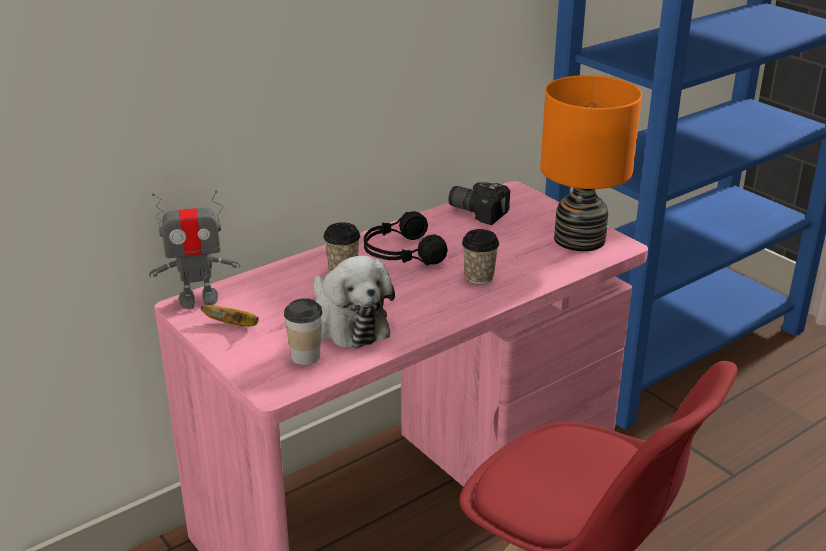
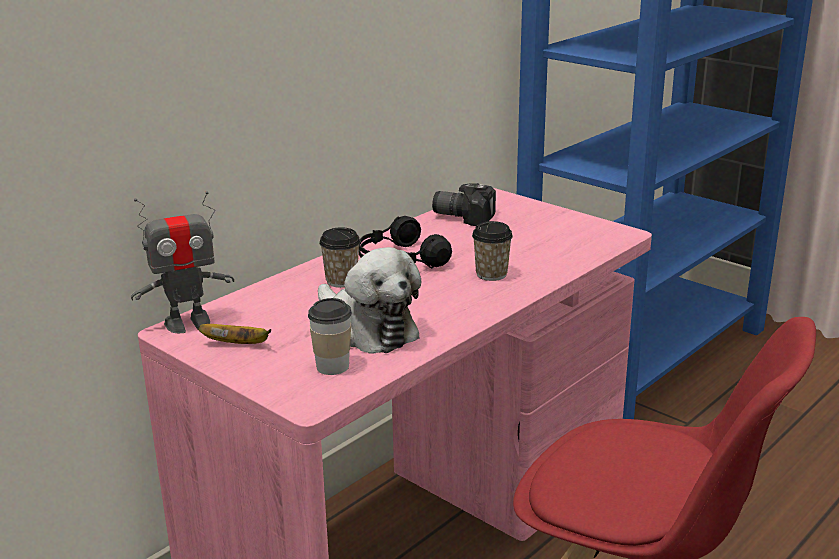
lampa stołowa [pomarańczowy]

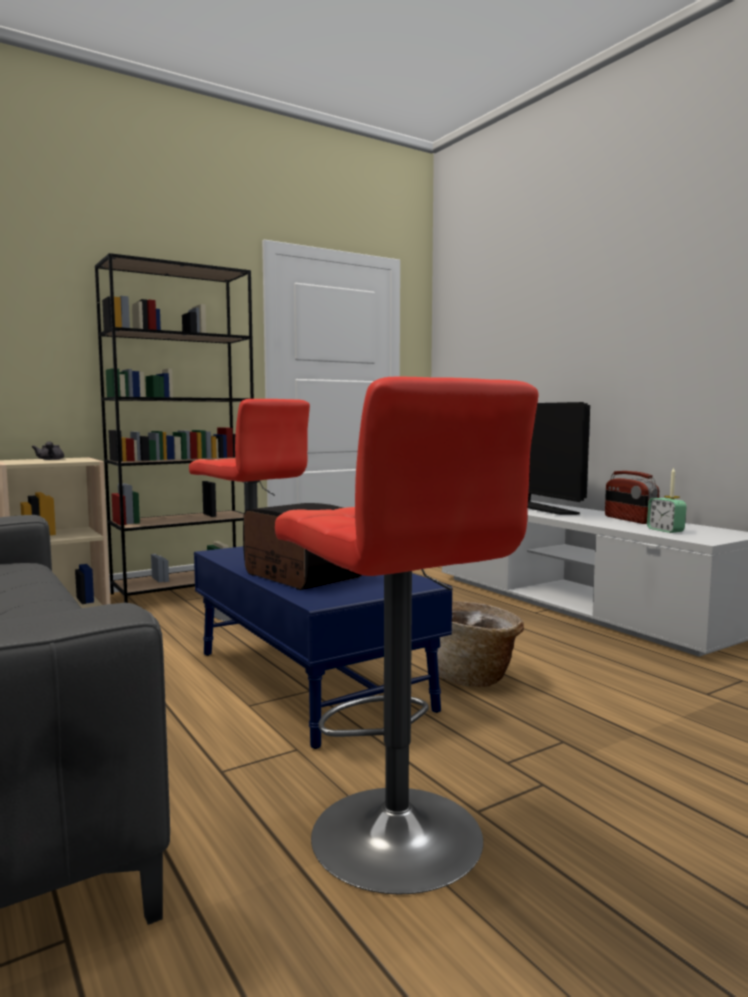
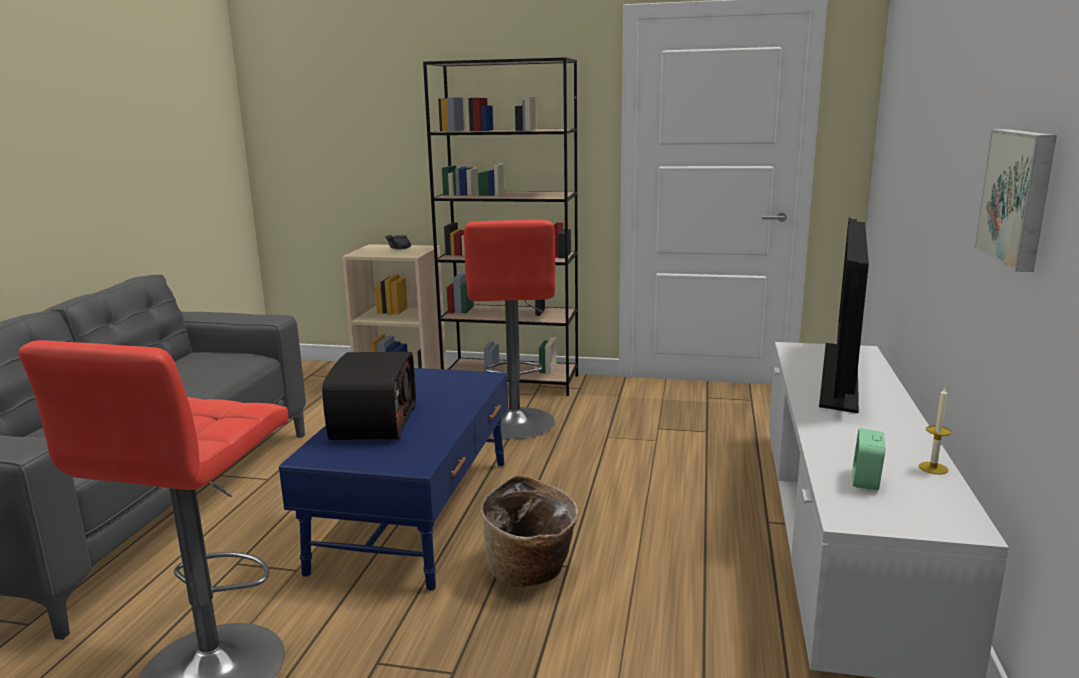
obraz; radio (no. 2 from left in the first image)

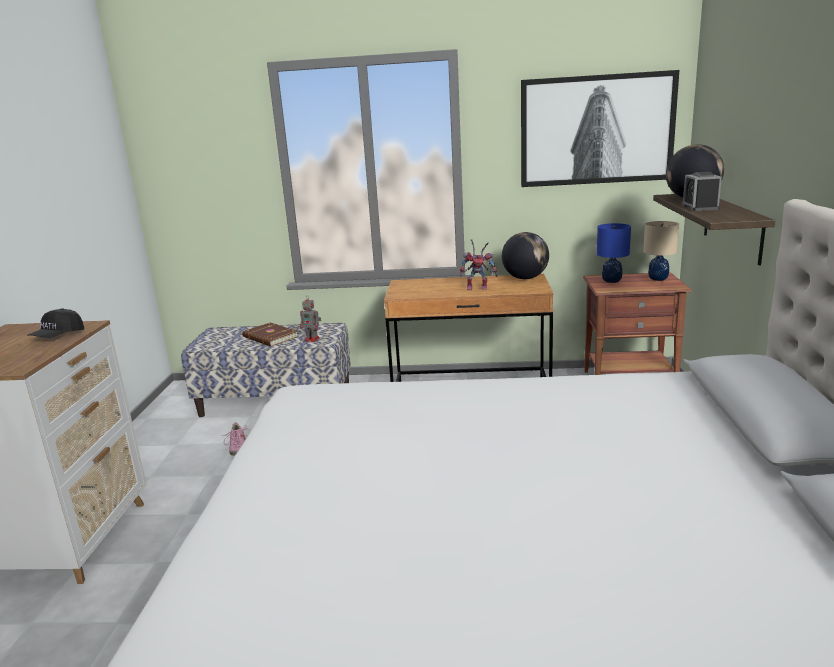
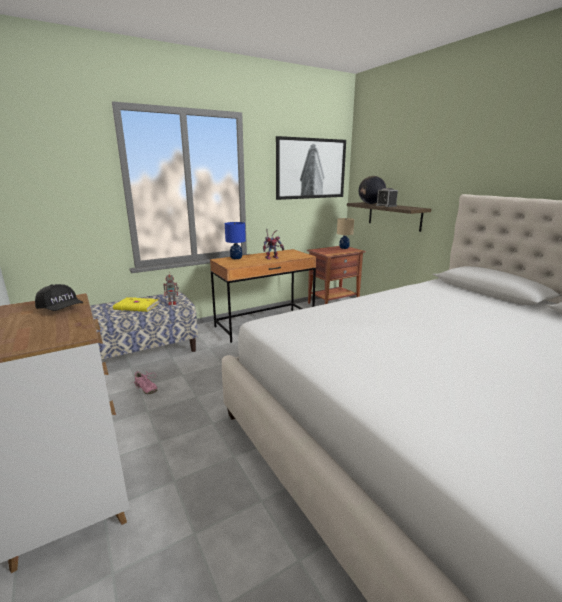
czapka z daszkiem [czarny]; książka [żółty]; lampa stołowa [niebieski]; globus (no. 1 from left in the first image)

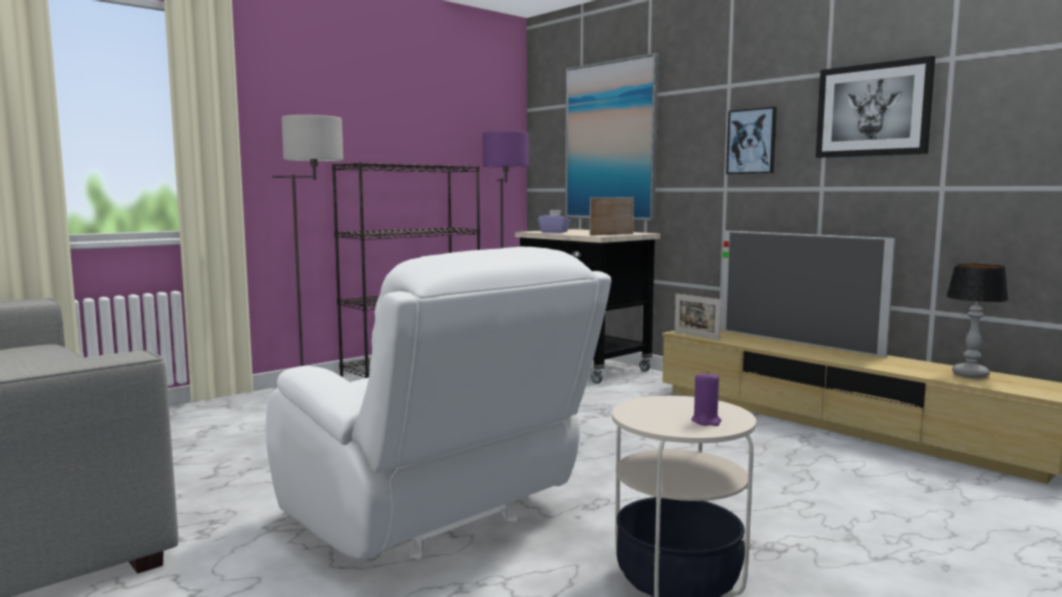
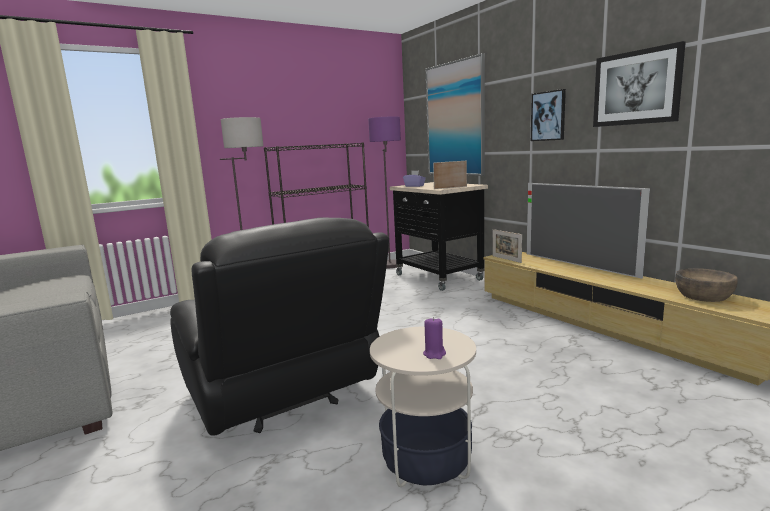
fotel [czarny]; miska [brązowy]

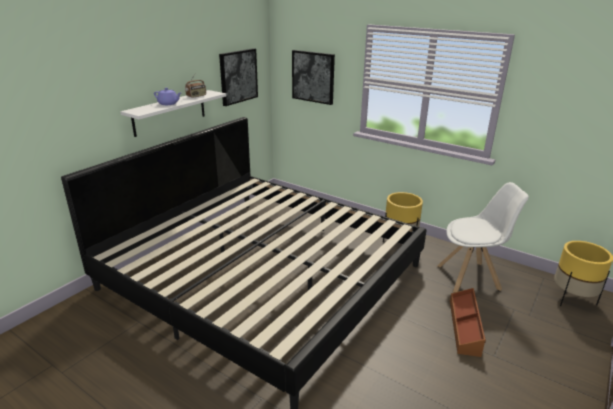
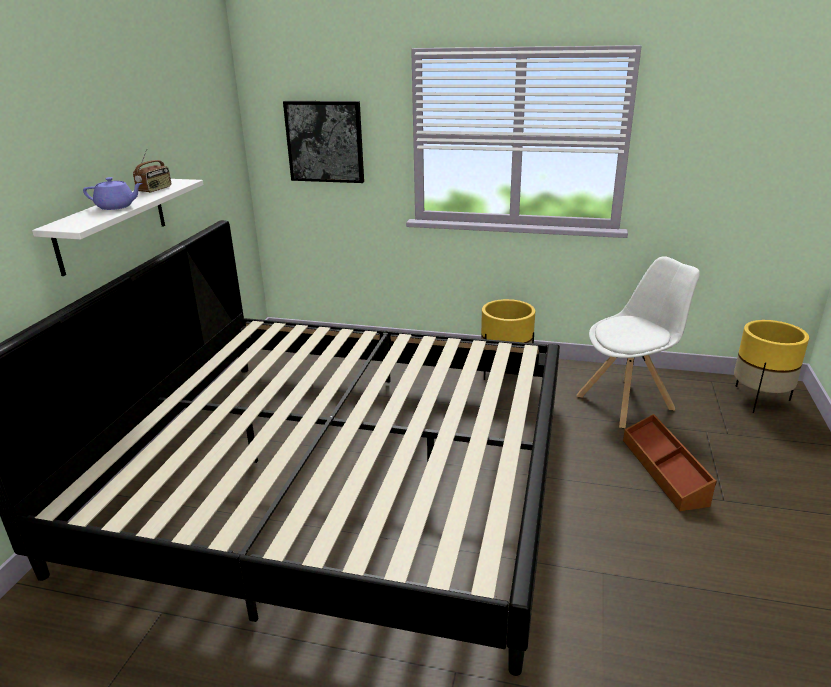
obraz (no. 1 from left in the first image)

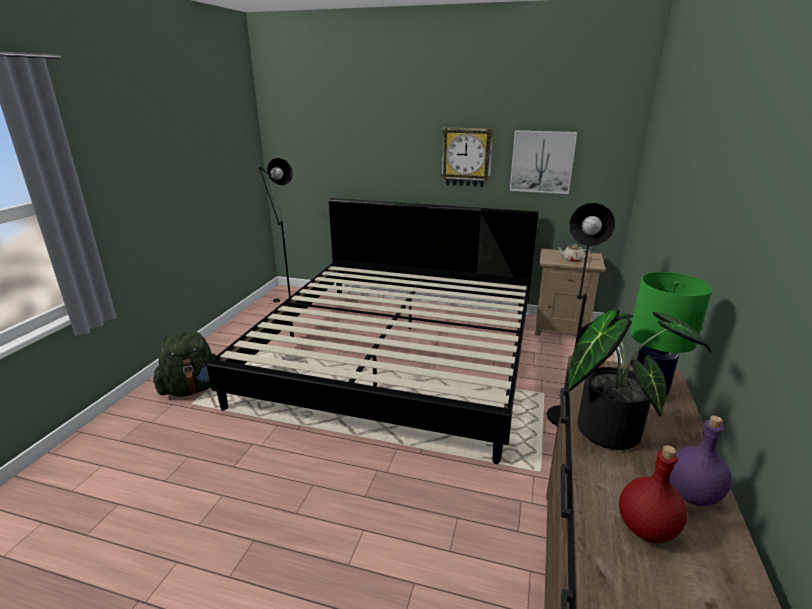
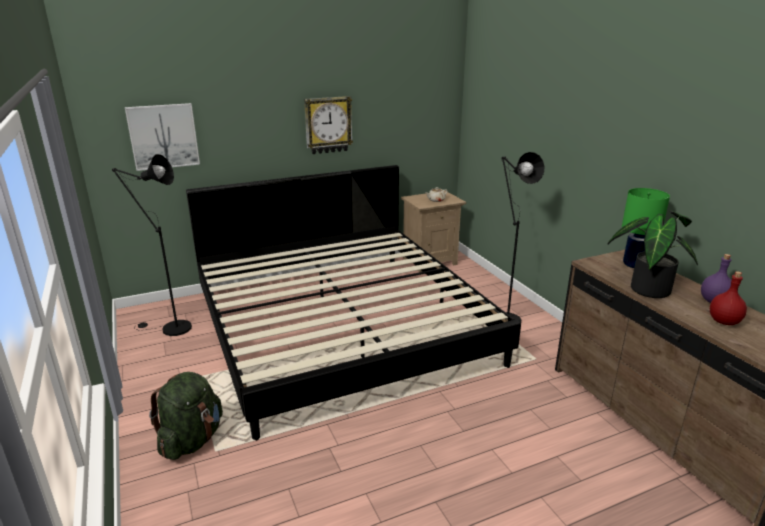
obraz

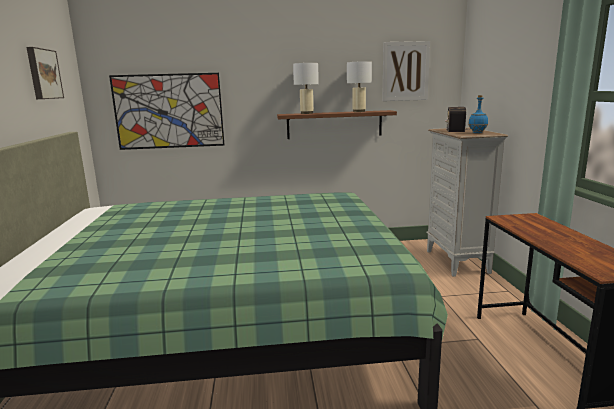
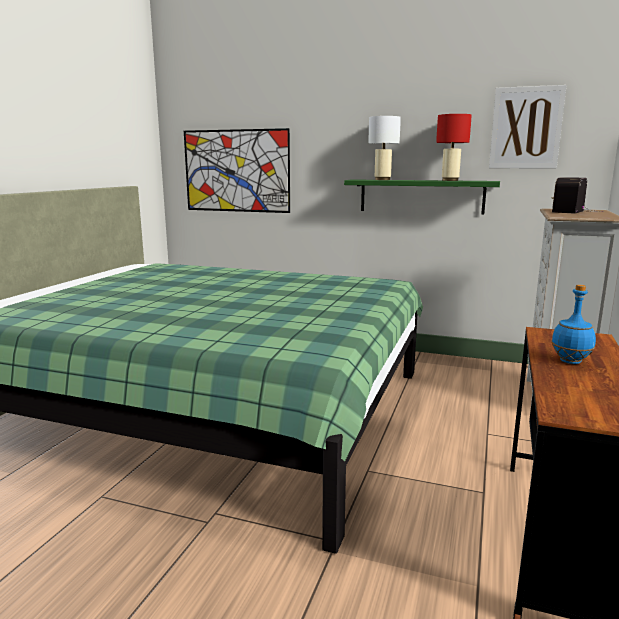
półka [zielony]; lampa stołowa [czerwony]; butelka [niebieski]; obraz (no. 1 from left in the first image)

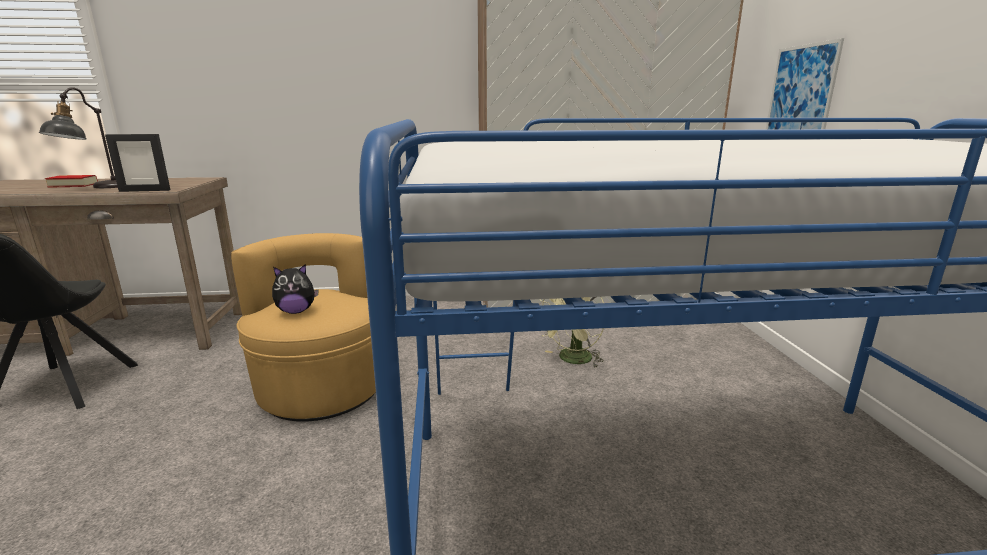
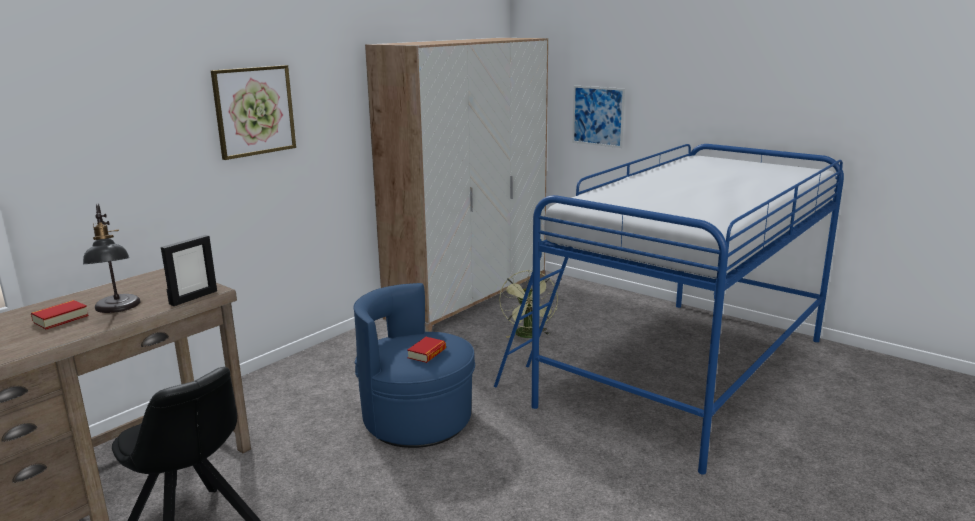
obraz (no. 1 from left); fotel [niebieski]; książka (no. 2 from left)

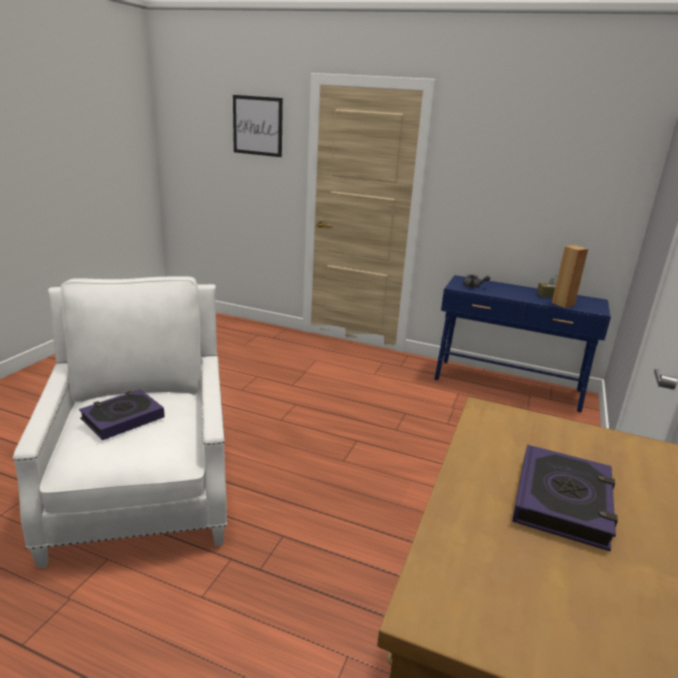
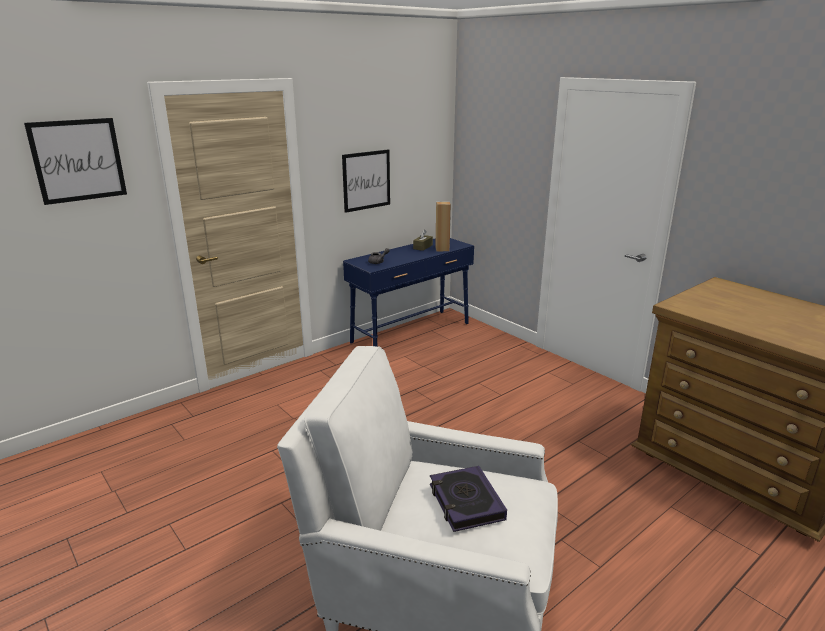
obraz (no. 2 from left); książka (no. 2 from left in the first image)

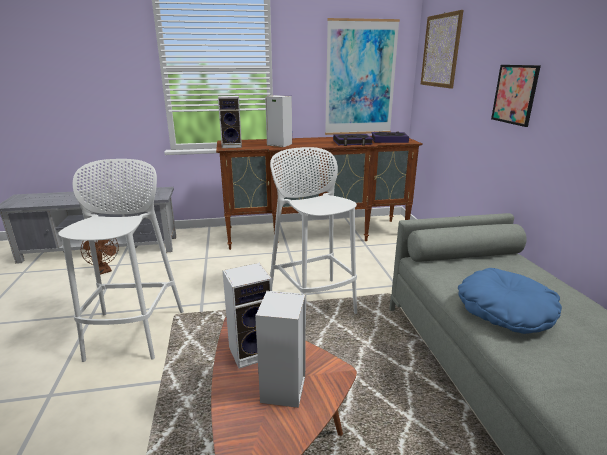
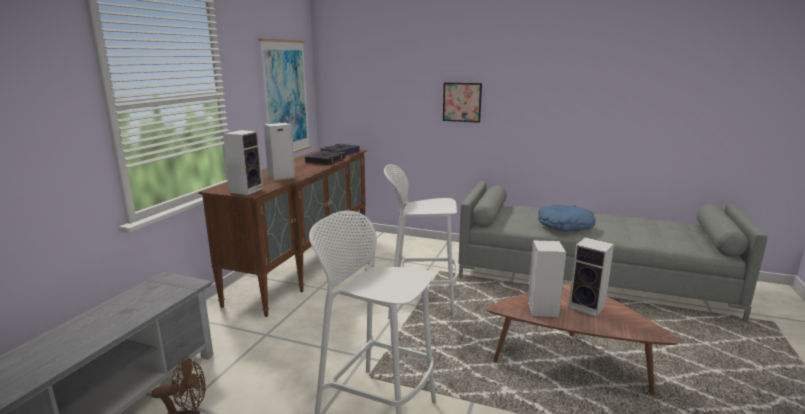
obraz (no. 2 from left in the first image)

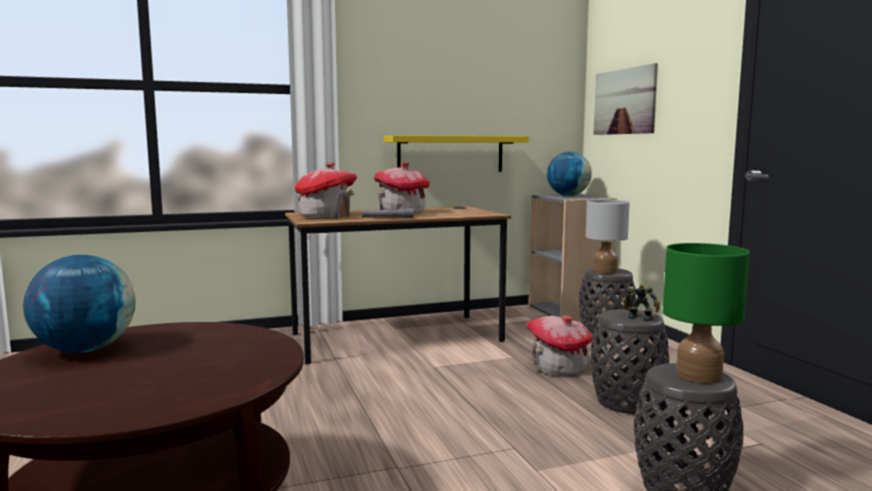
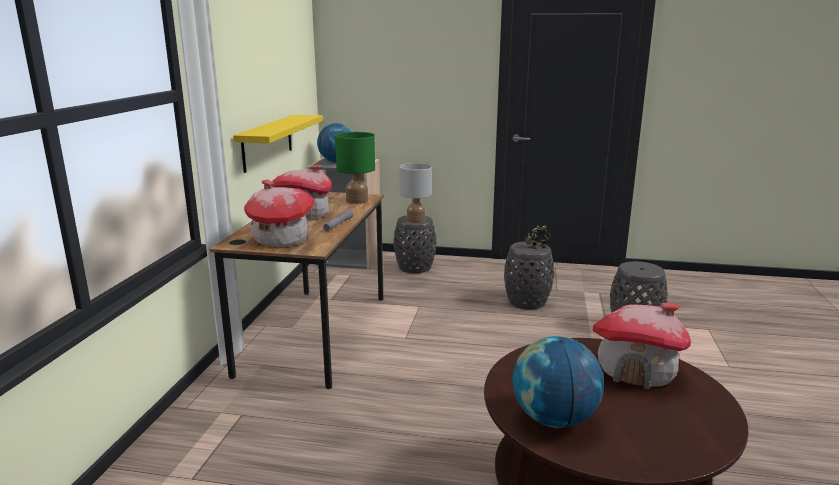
lampa stołowa [zielony]; domek (no. 3 from left); obraz

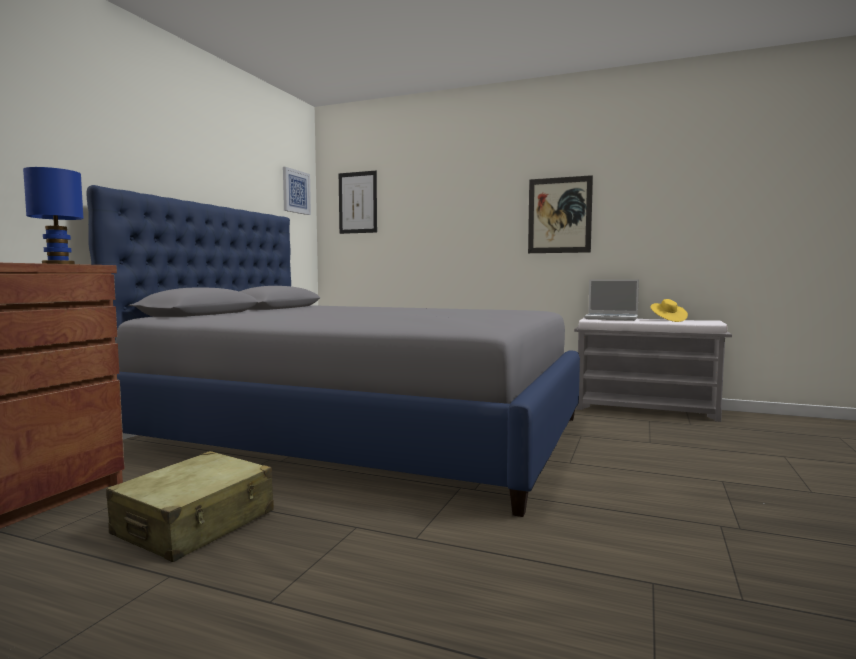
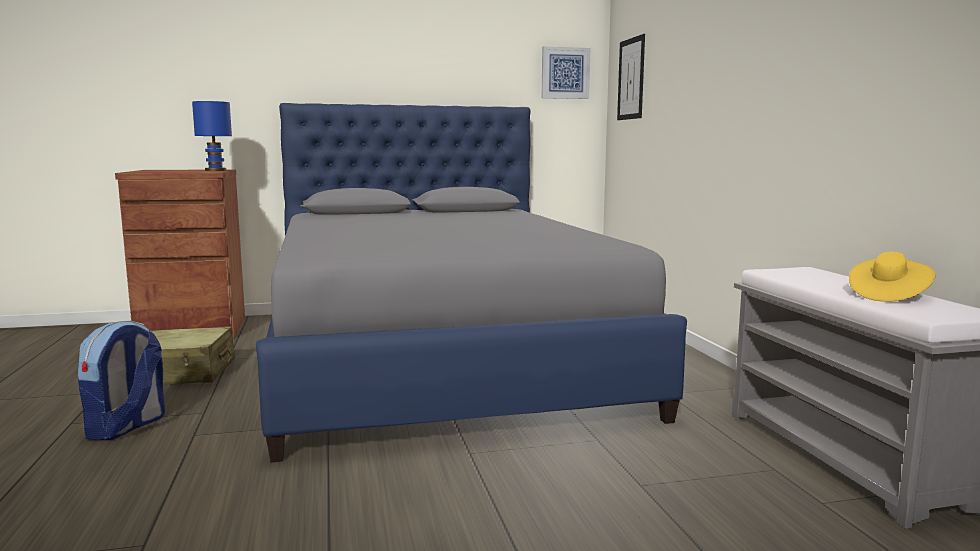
plecak; obraz (no. 3 from left in the first image); laptop

